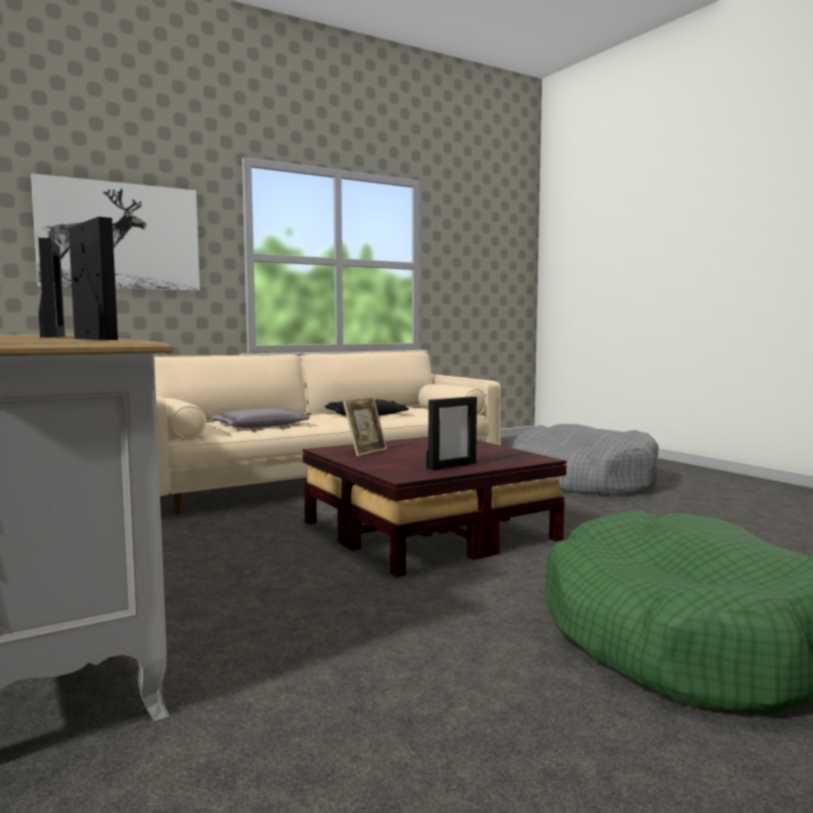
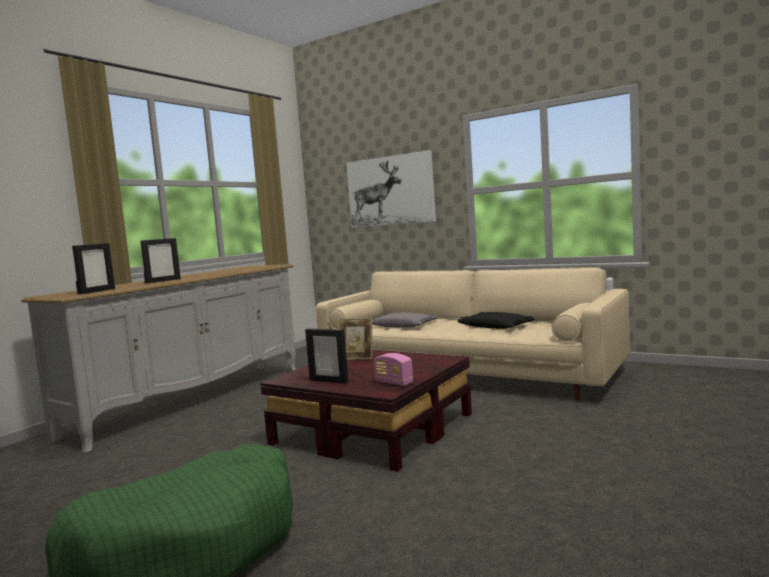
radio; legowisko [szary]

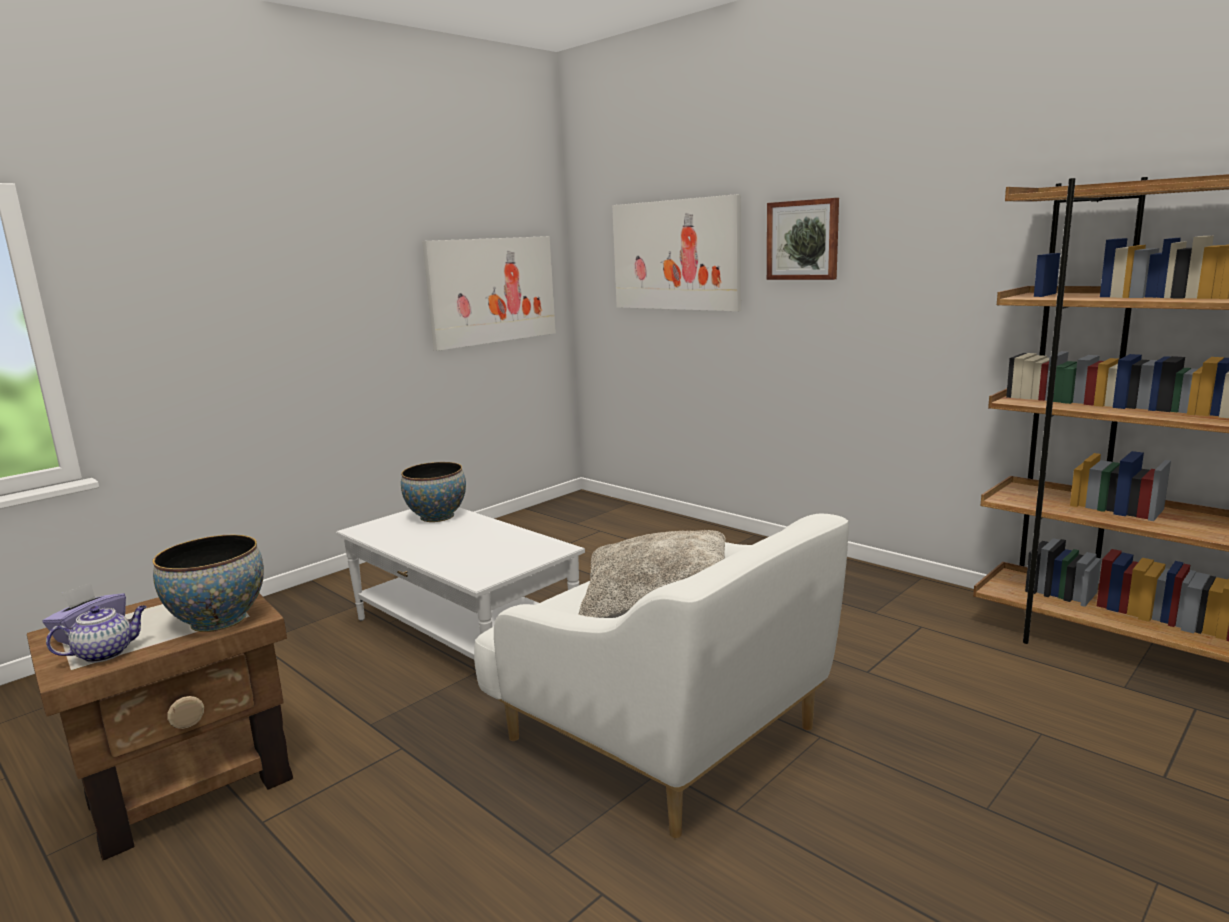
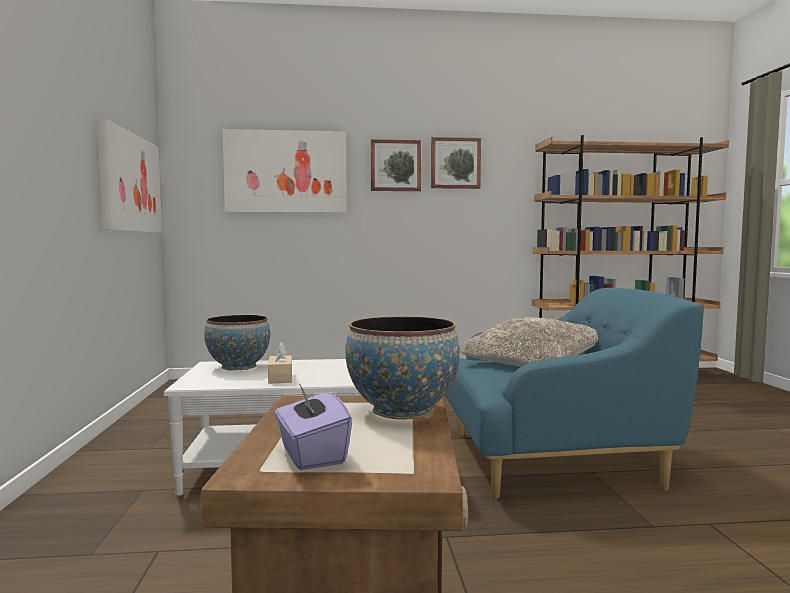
pudełko chusteczek [beżowy]; obraz (no. 4 from left); fotel [niebieski]; imbryk

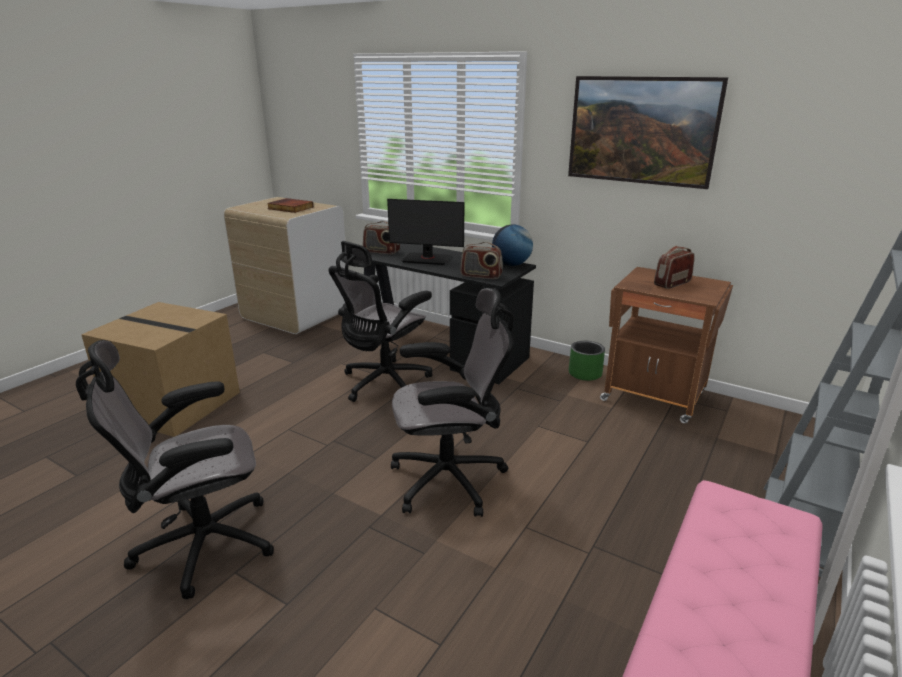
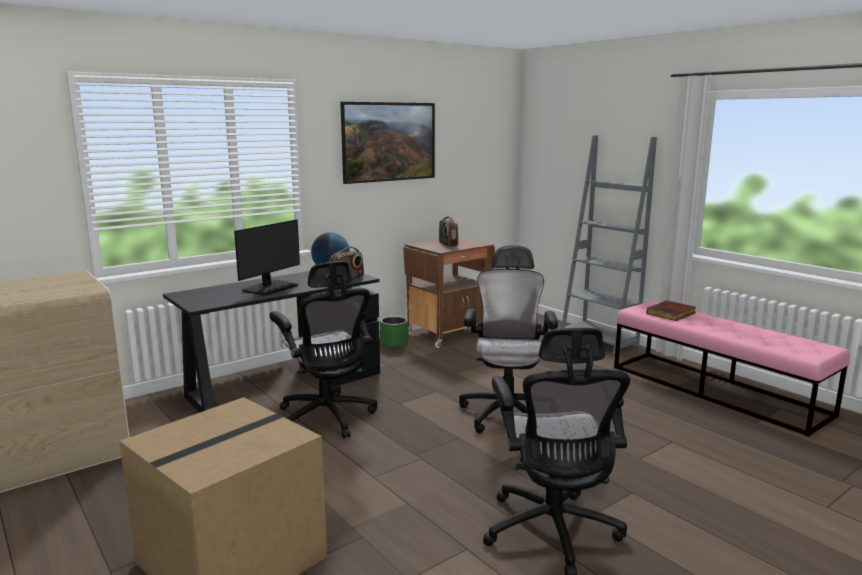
książka; radio (no. 1 from left in the first image)

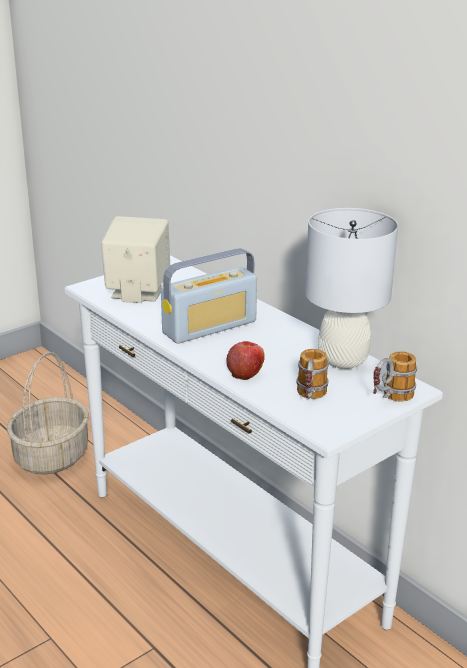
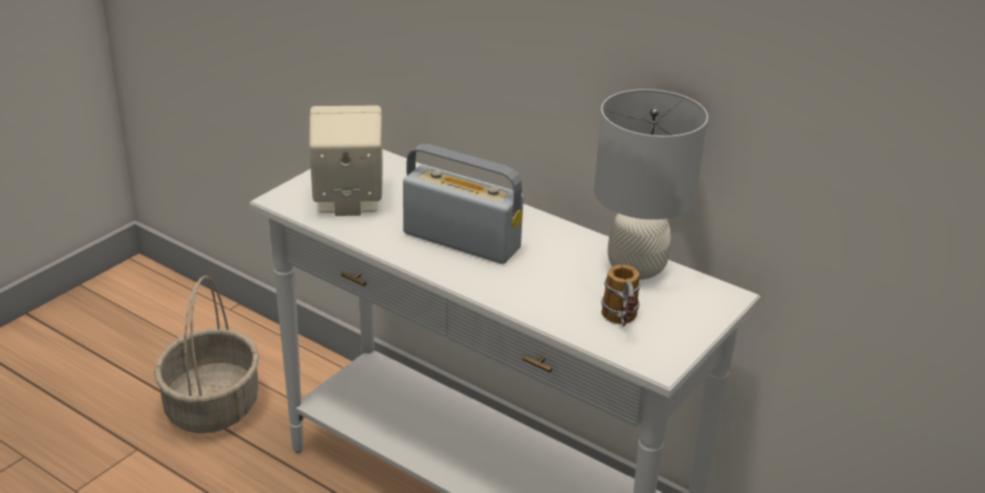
radio; jabłko; kubek (no. 2 from left in the first image)

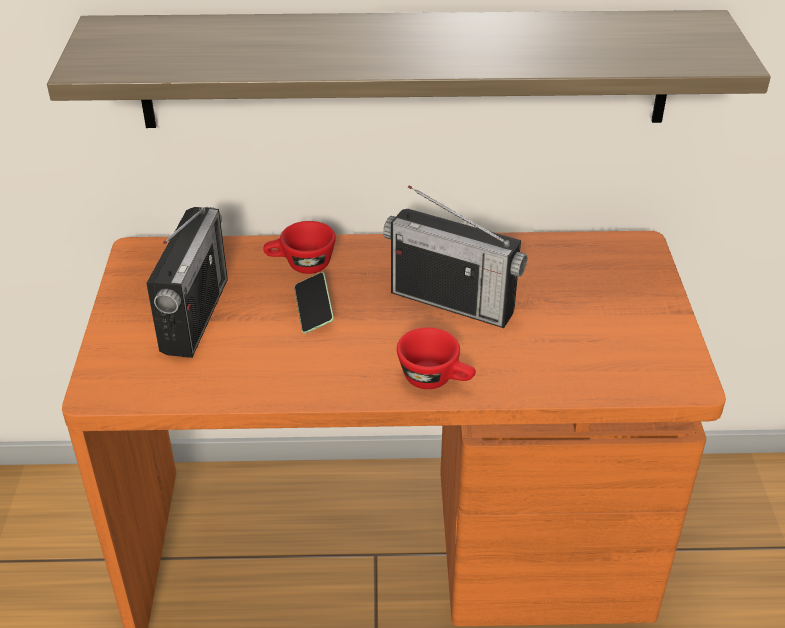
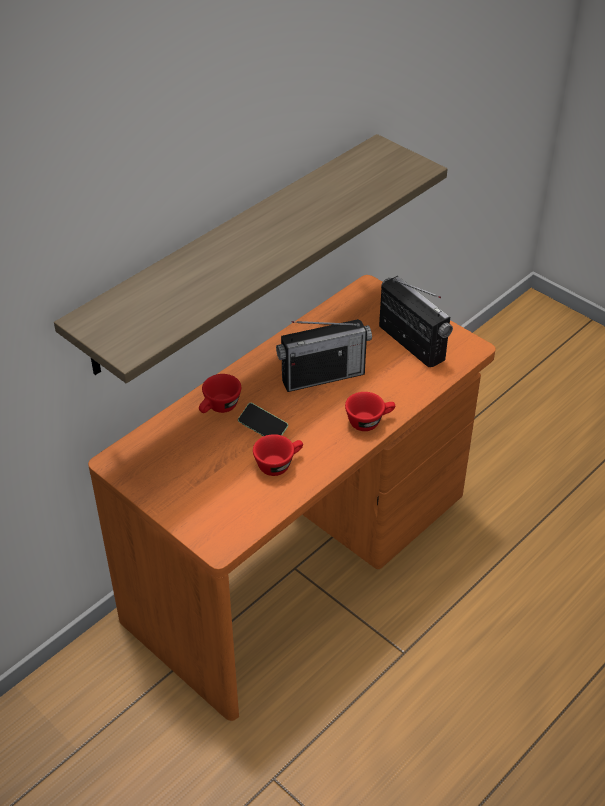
filiżanka [czerwony] (no. 2 from left); radio (no. 2 from left)

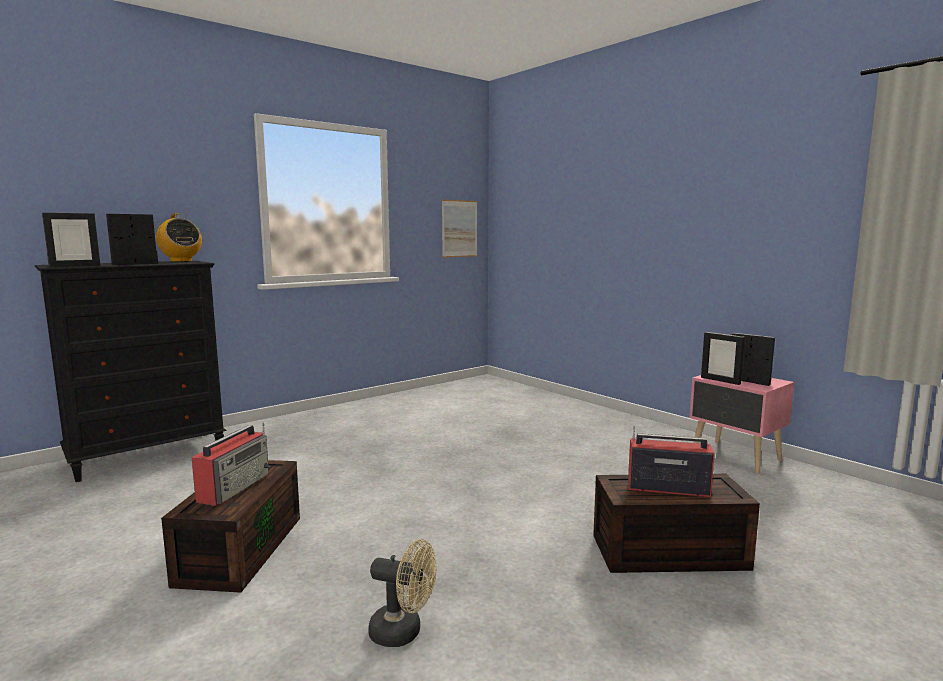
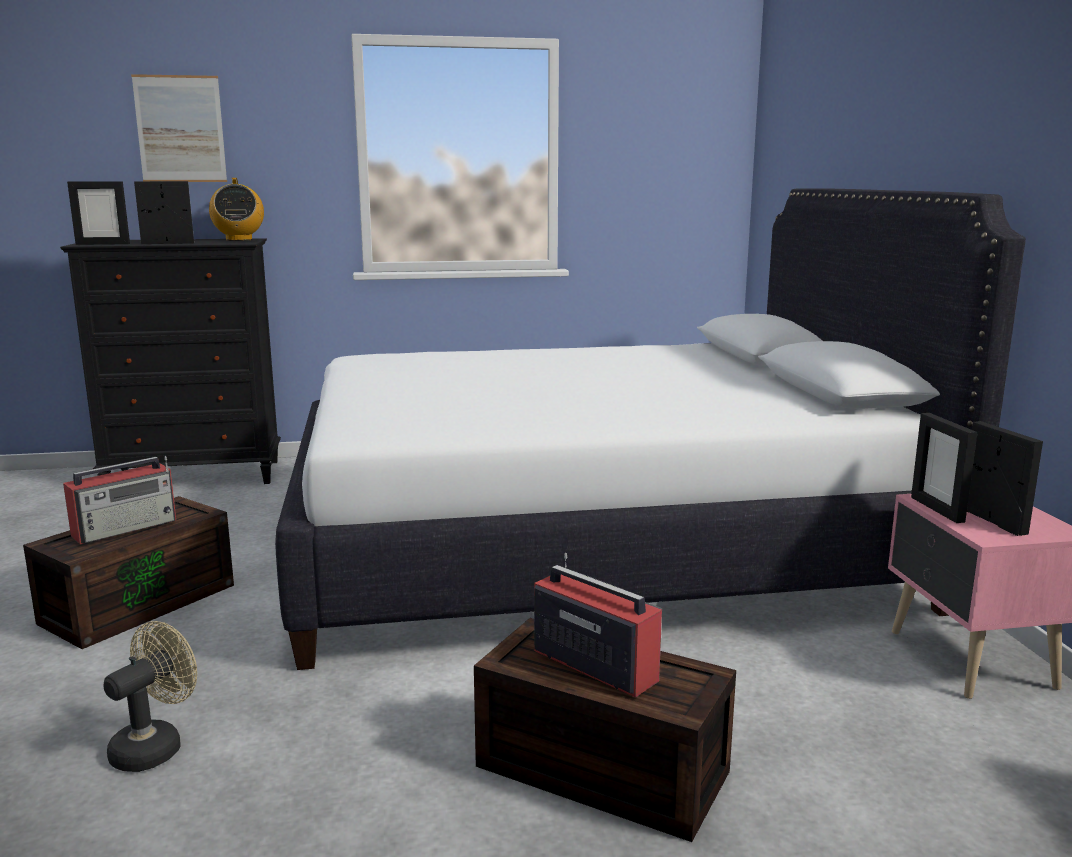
wentylator [beżowy]; obraz; łóżko [biały]

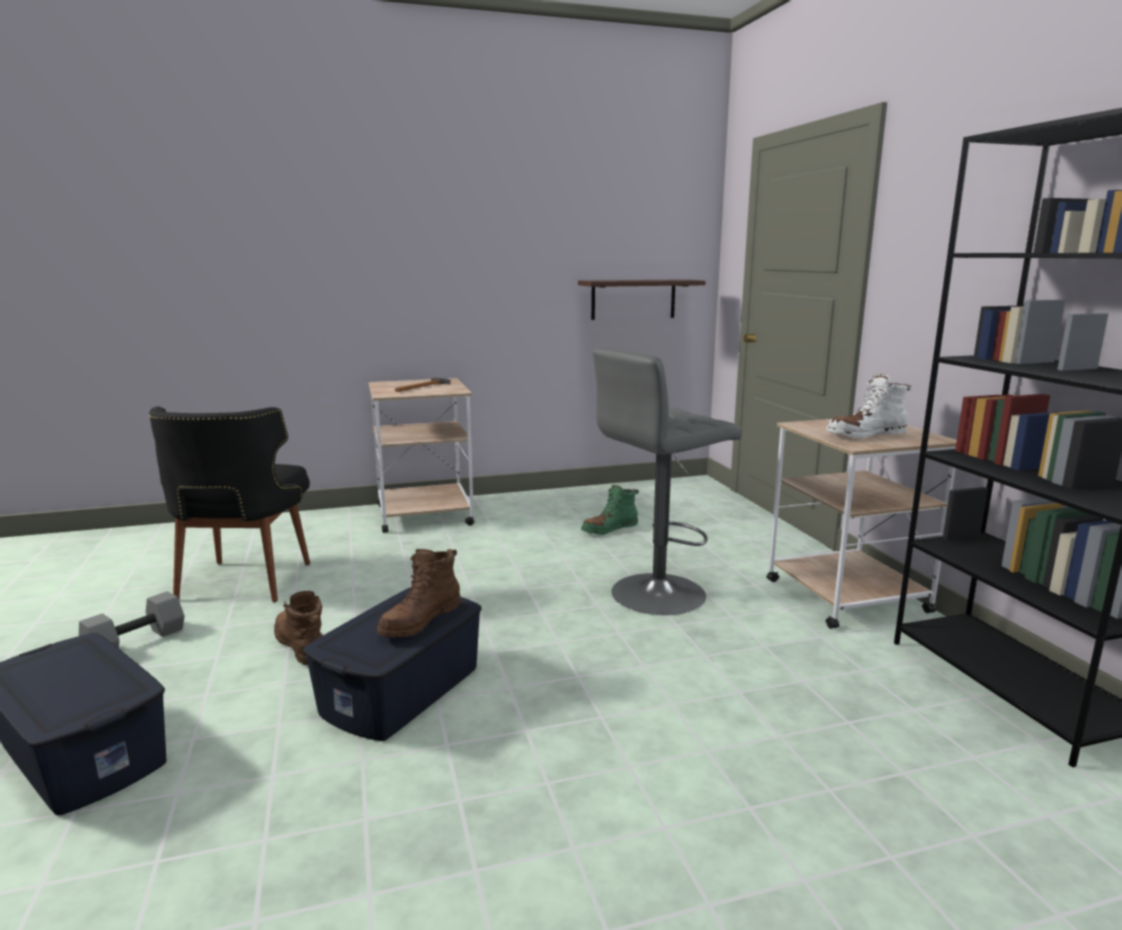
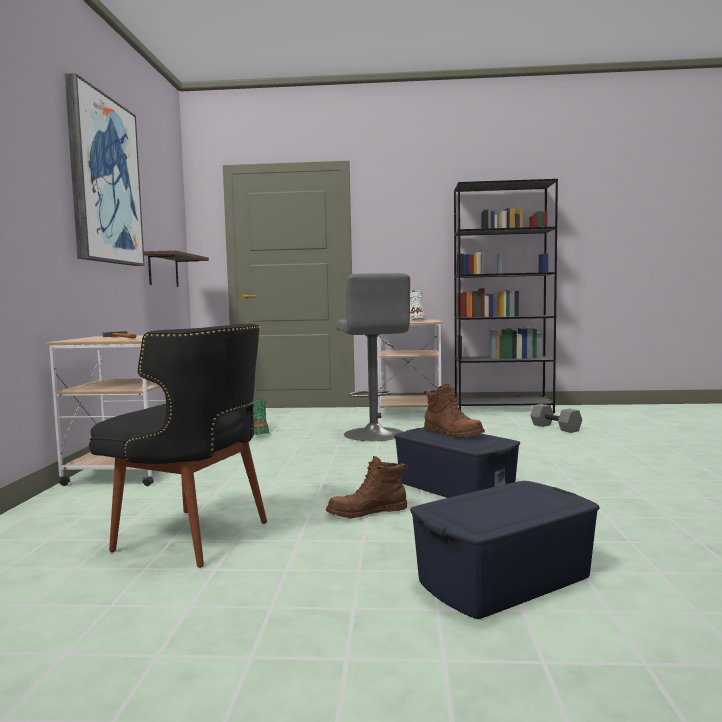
obraz; hantel [szary]

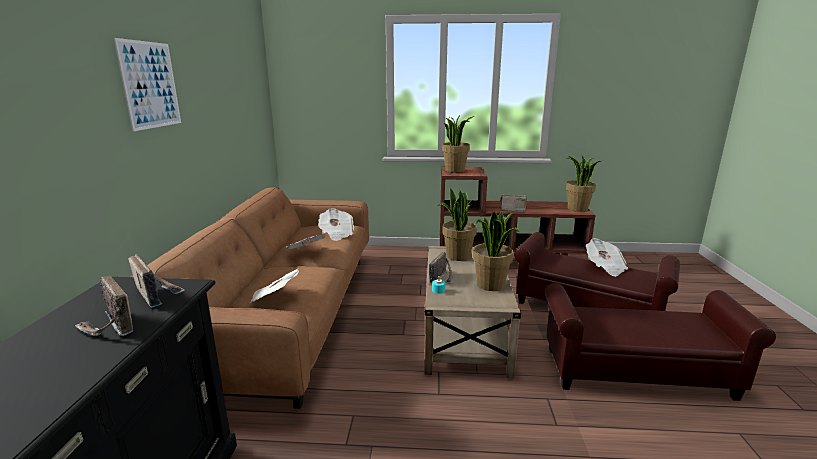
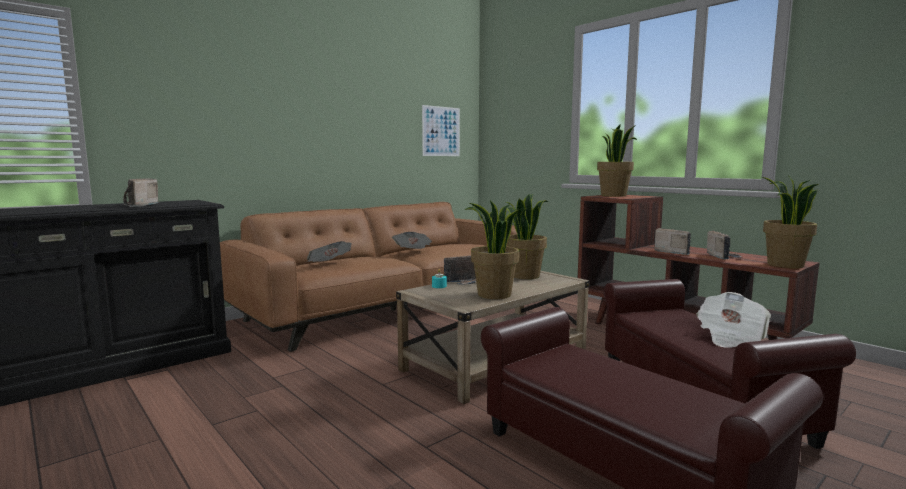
obraz; radio (no. 4 from left); gazeta (no. 3 from left in the first image)

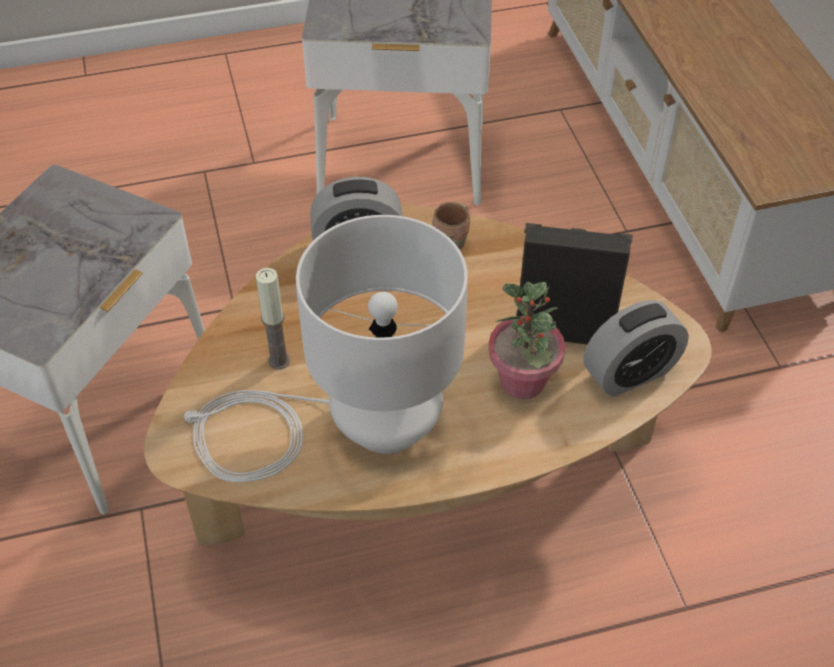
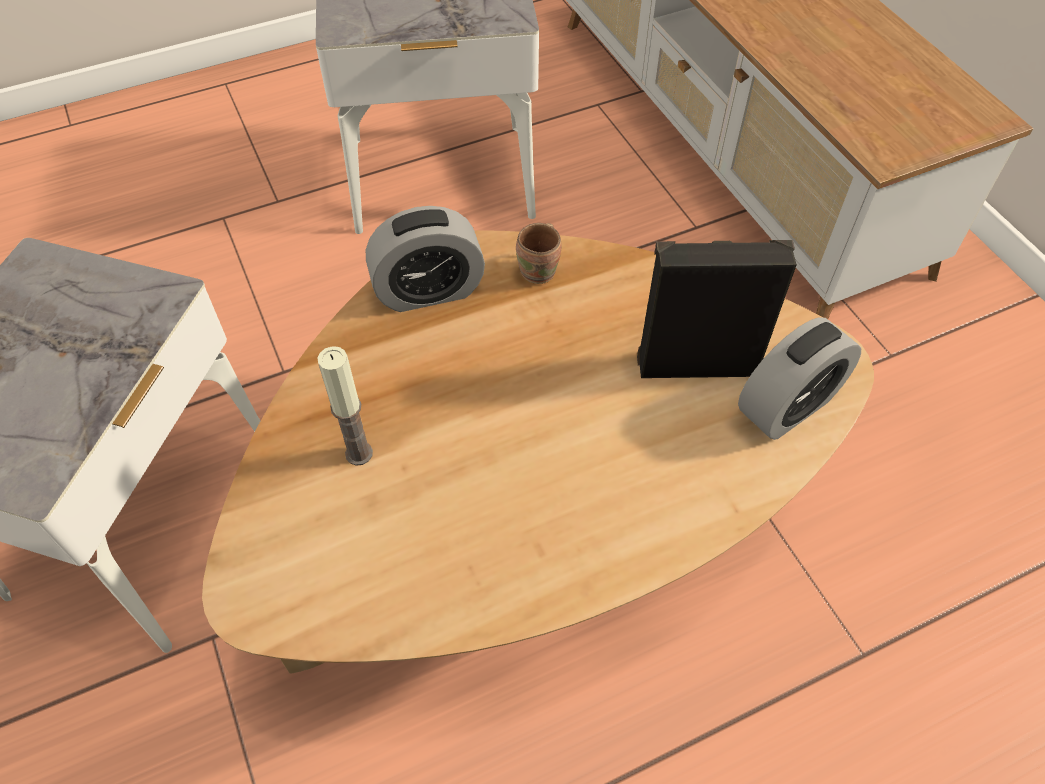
lampa stołowa [szary]; roślina doniczkowa

